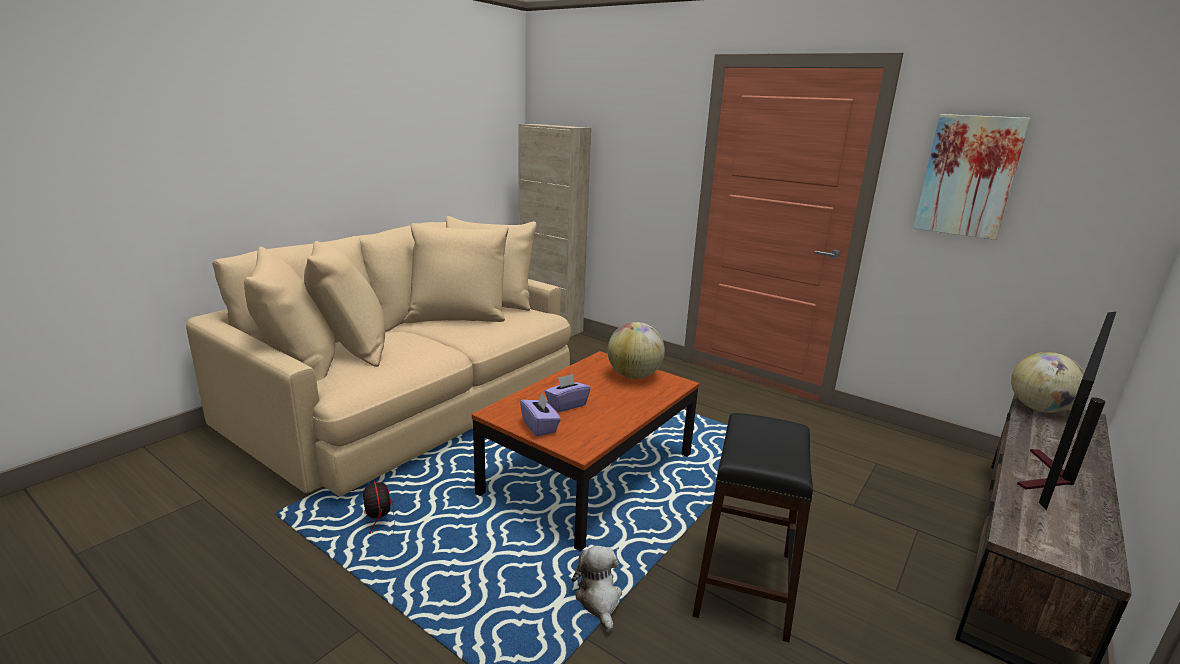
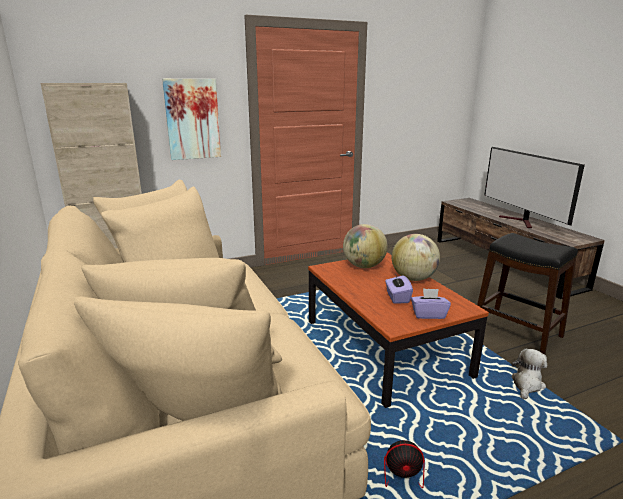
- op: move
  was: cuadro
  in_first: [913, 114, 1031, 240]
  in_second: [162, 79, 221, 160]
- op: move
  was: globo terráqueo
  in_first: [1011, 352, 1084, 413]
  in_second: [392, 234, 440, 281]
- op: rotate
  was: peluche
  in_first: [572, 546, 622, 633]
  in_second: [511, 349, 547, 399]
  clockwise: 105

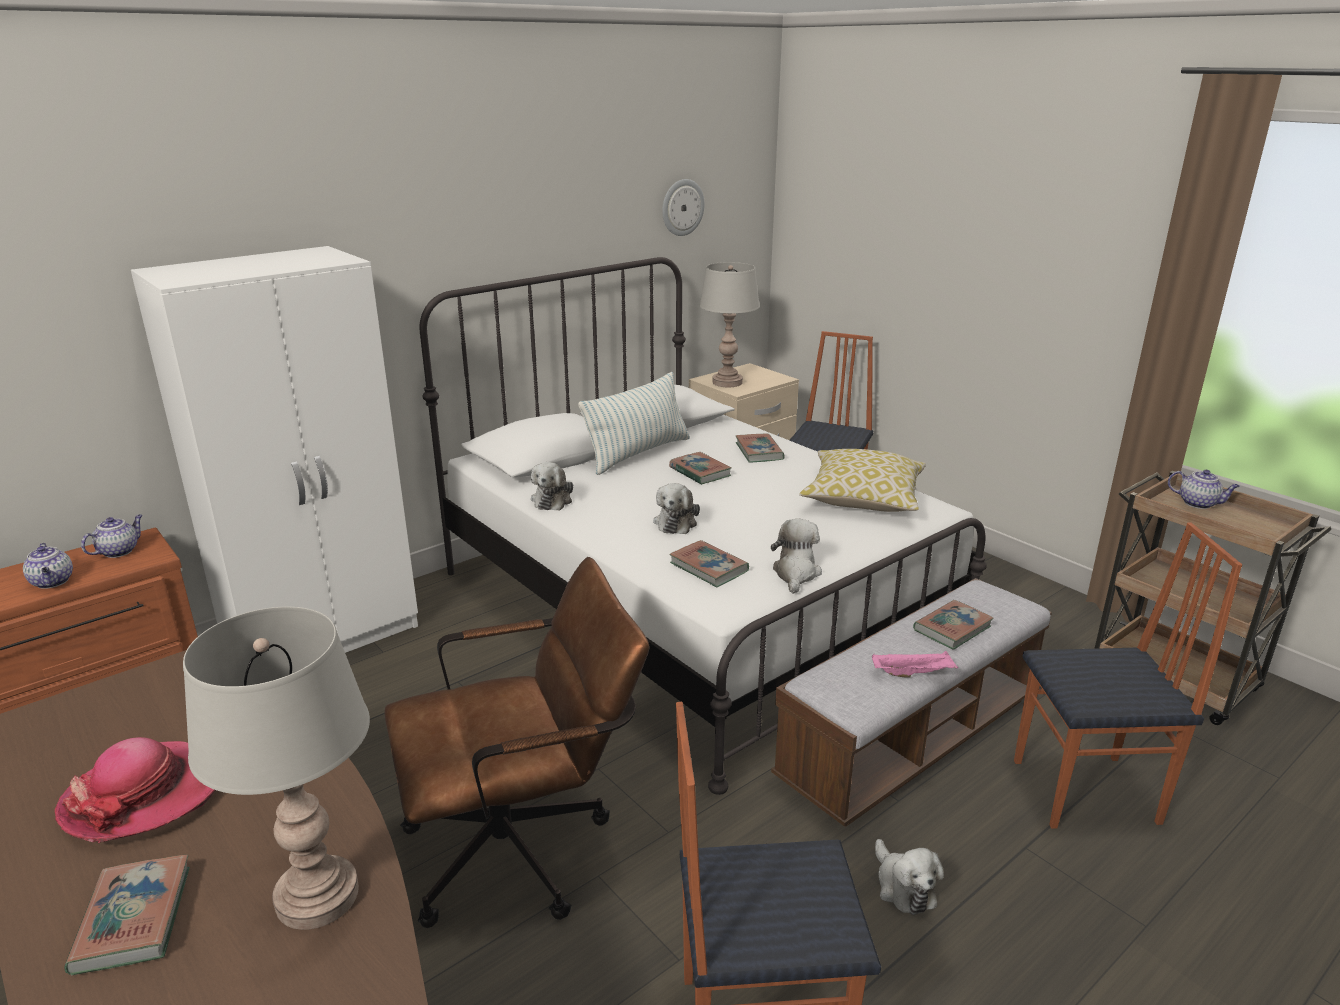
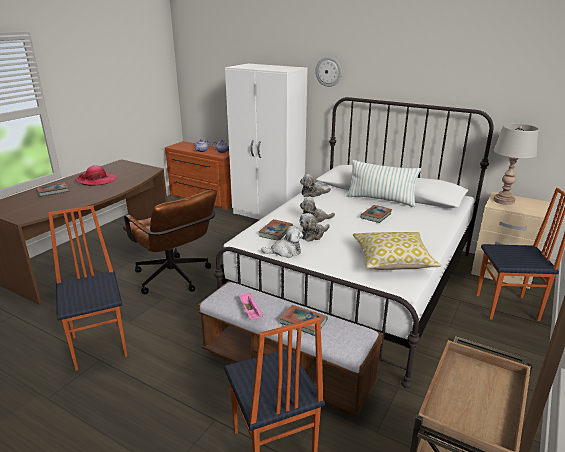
- op: move
  was: reloj de pared
  in_first: [662, 179, 705, 236]
  in_second: [315, 57, 342, 87]
- op: delete
  was: libro
  in_first: [736, 434, 785, 462]
- op: delete
  was: tetera
  in_first: [1168, 470, 1240, 509]
- op: delete
  was: lámpara de mesa [gris]
  in_first: [183, 607, 370, 930]
- op: move
  was: peluche
  in_first: [875, 839, 944, 915]
  in_second: [299, 213, 330, 242]

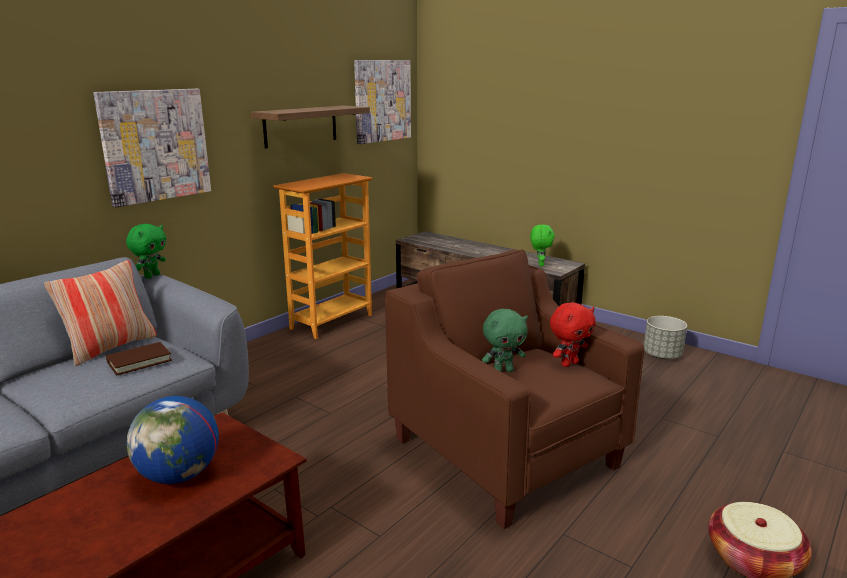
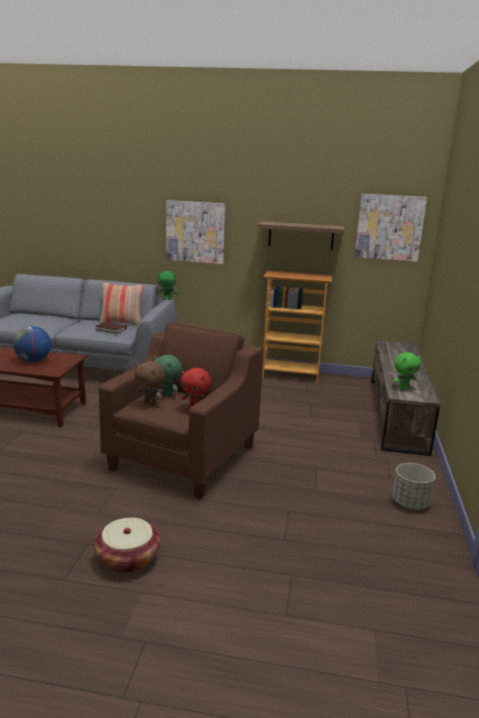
- op: insert
  now: peluche [marrón]
  in_second: [134, 361, 165, 406]

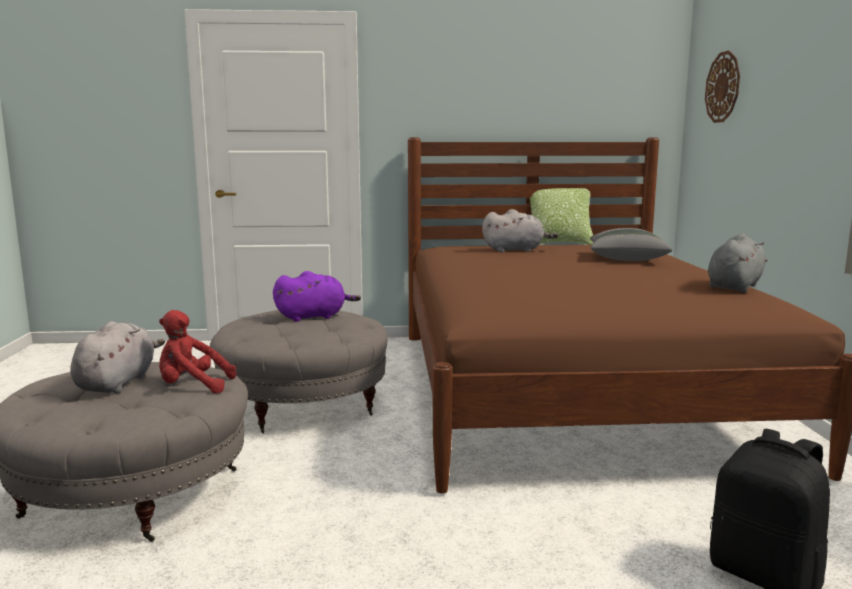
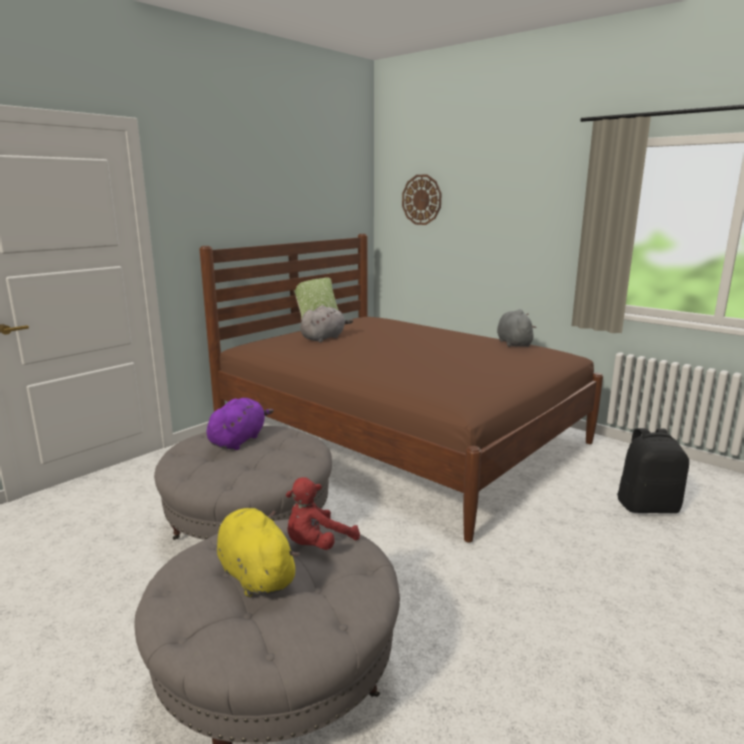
- op: delete
  was: cojín [gris]
  in_first: [590, 228, 672, 261]
- op: recolor
  was: peluche [gris]
  now: peluche [amarillo]
  in_first: [70, 321, 165, 393]
  in_second: [217, 508, 300, 597]

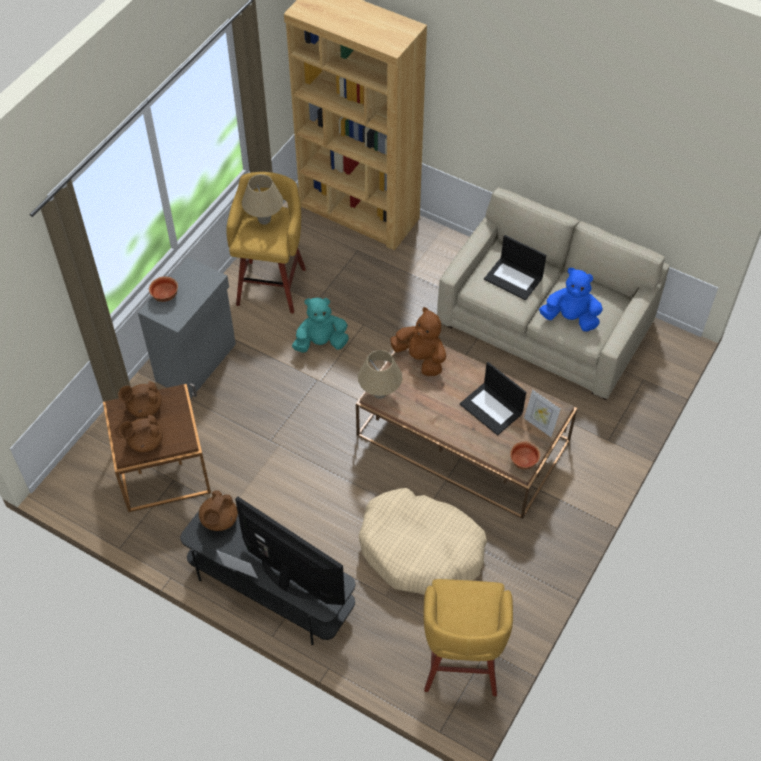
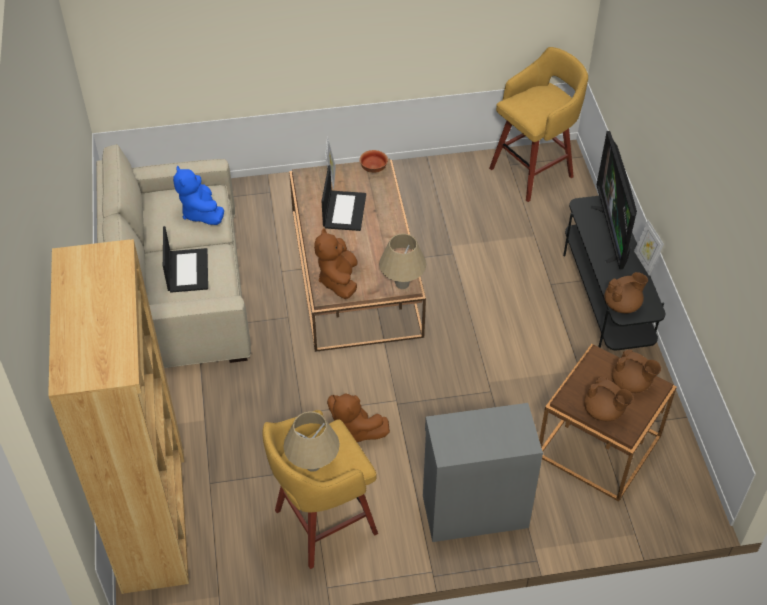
- op: delete
  was: cuenco
  in_first: [149, 277, 178, 302]
- op: recolor
  was: peluche [turquesa]
  now: peluche [marrón]
  in_first: [292, 298, 349, 353]
  in_second: [327, 393, 390, 442]
- op: delete
  was: cama para perro [beis]
  in_first: [358, 488, 487, 595]

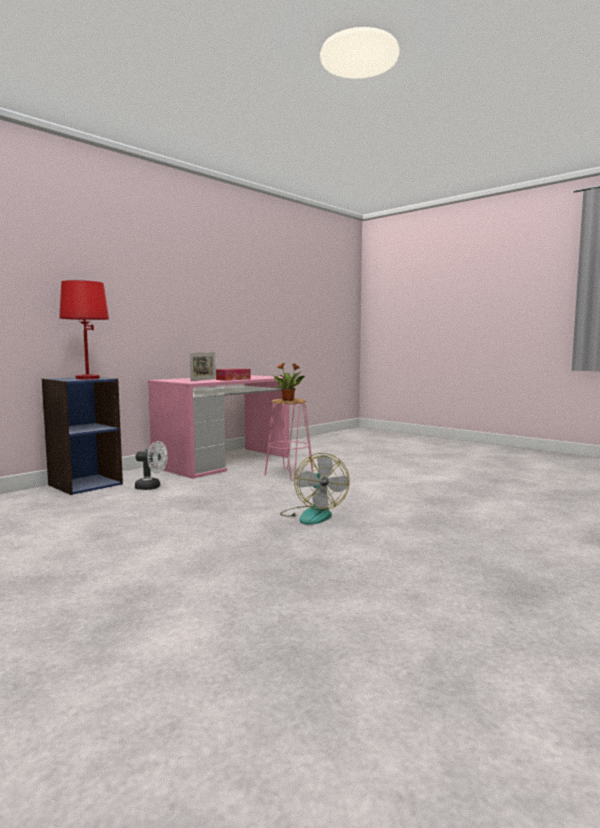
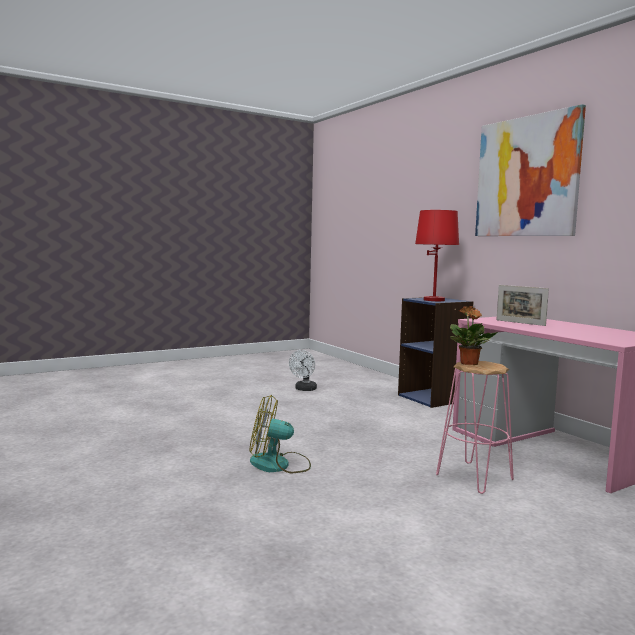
- op: delete
  was: caja de pañuelos
  in_first: [216, 368, 251, 381]
- op: move
  was: ventilador [blanco]
  in_first: [135, 441, 168, 490]
  in_second: [289, 350, 317, 391]
- op: insert
  now: cuadro
  in_second: [475, 104, 586, 236]

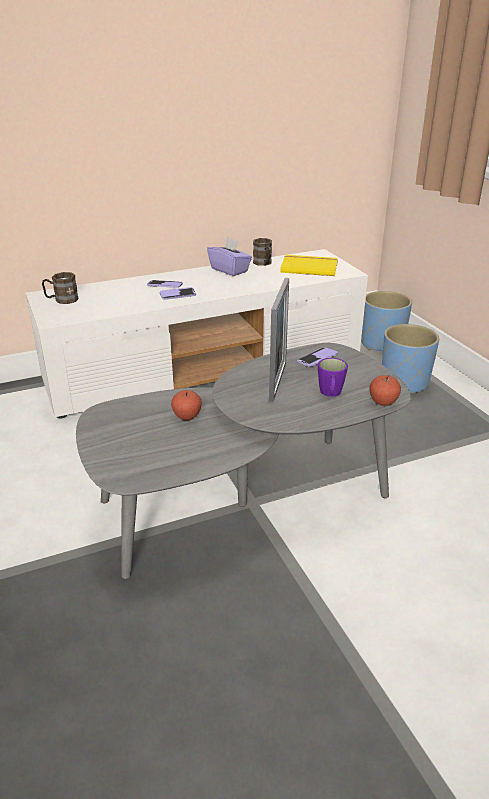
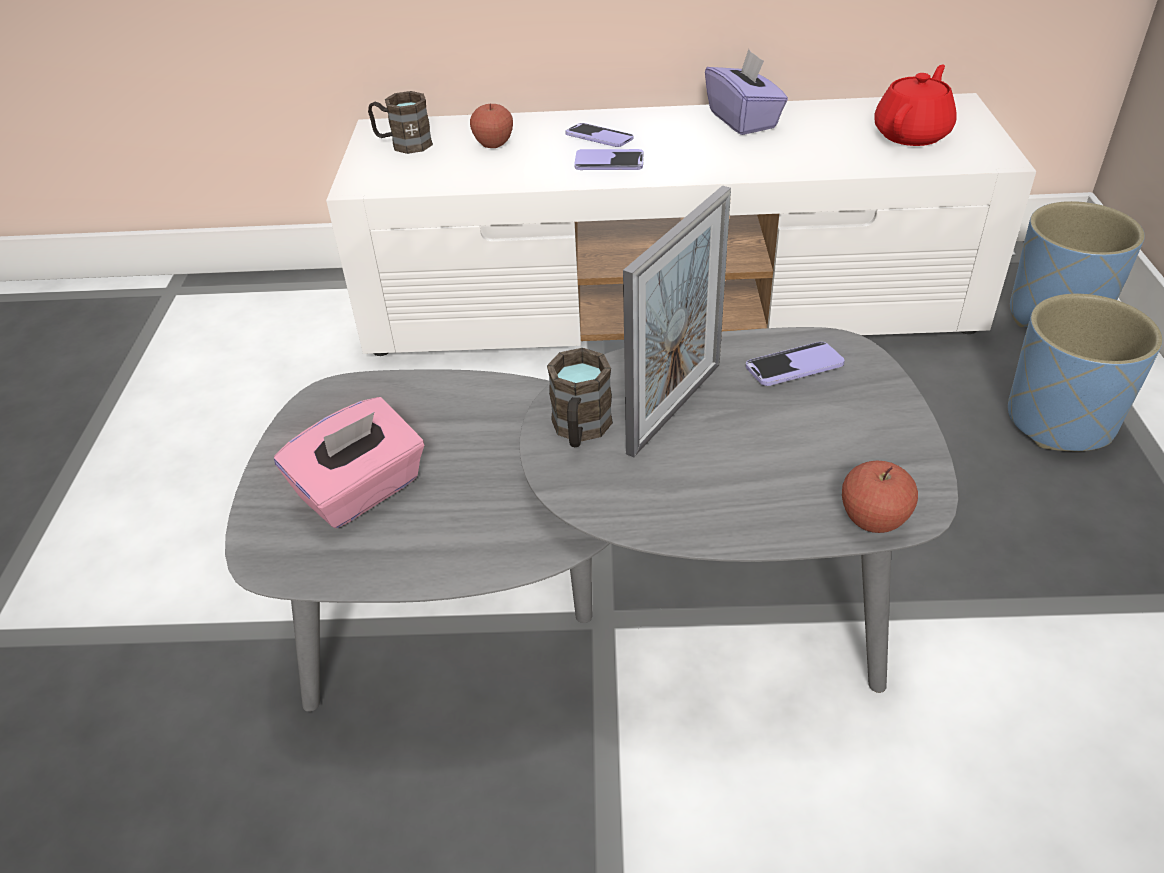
- op: move
  was: taza grande [marrón]
  in_first: [253, 238, 272, 266]
  in_second: [547, 348, 613, 447]
- op: replace
  was: libro [amarillo]
  now: tetera [rojo]
  in_first: [280, 255, 338, 276]
  in_second: [874, 65, 957, 146]
- op: delete
  was: taza grande [morado]
  in_first: [318, 358, 348, 397]
- op: move
  was: manzana
  in_first: [171, 390, 202, 420]
  in_second: [470, 104, 513, 148]
- op: insert
  now: caja de pañuelos [rosa]
  in_second: [274, 397, 424, 528]

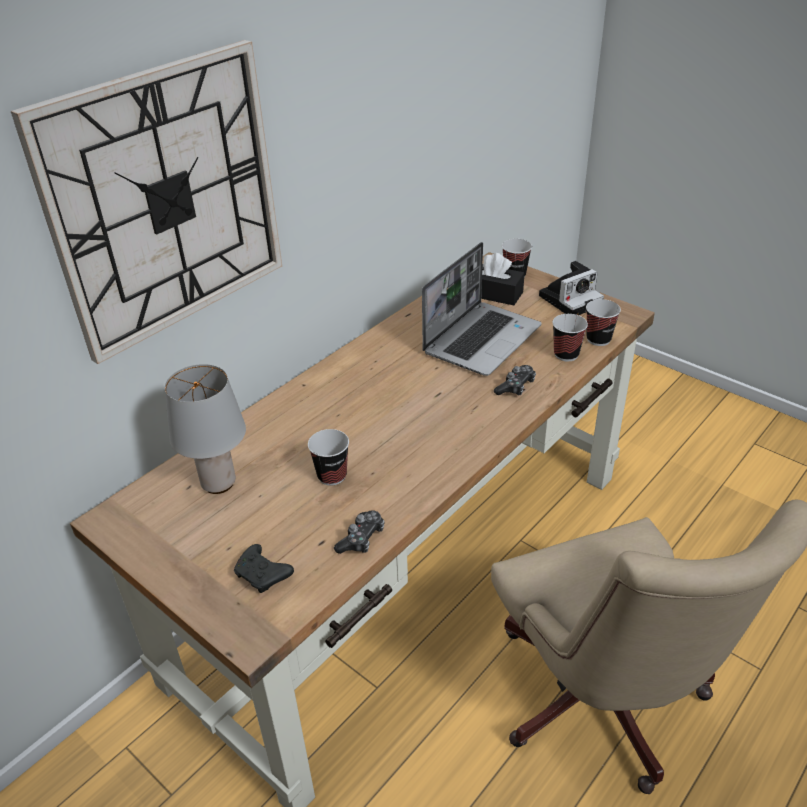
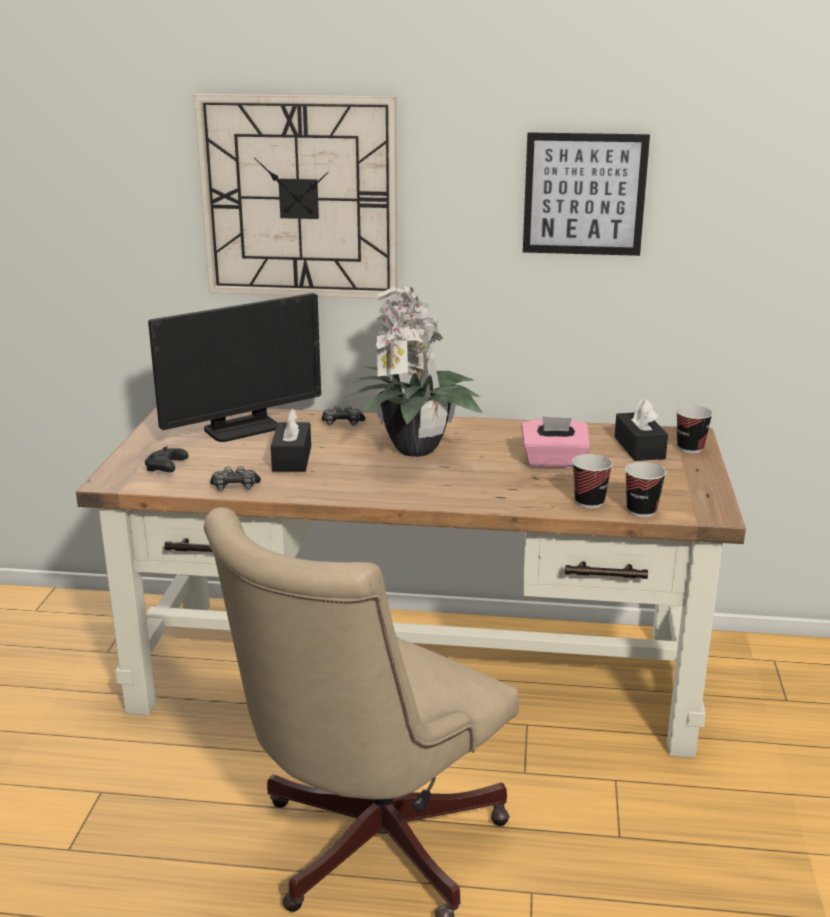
- op: replace
  was: portátil
  now: caja de pañuelos [rosa]
  in_first: [422, 242, 542, 376]
  in_second: [521, 416, 590, 468]
- op: delete
  was: cámara
  in_first: [539, 261, 604, 315]
- op: replace
  was: lámpara de mesa [gris]
  now: monitor
  in_first: [165, 364, 246, 494]
  in_second: [148, 293, 321, 442]
- op: move
  was: mando de consola
  in_first: [494, 365, 536, 396]
  in_second: [322, 405, 365, 426]
- op: replace
  was: taza
  now: caja de pañuelos [negro]
  in_first: [308, 429, 349, 486]
  in_second: [271, 409, 311, 472]
- op: insert
  now: cuadro
  in_second: [523, 132, 650, 256]
- op: insert
  now: planta en maceta
  in_second: [345, 284, 482, 457]

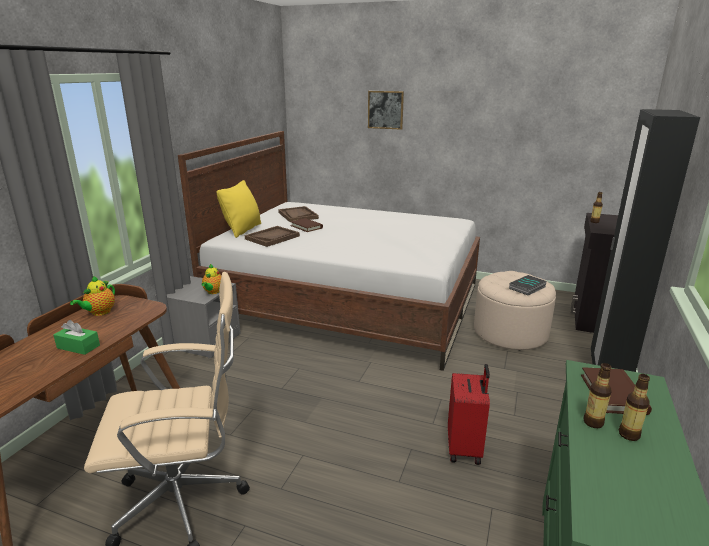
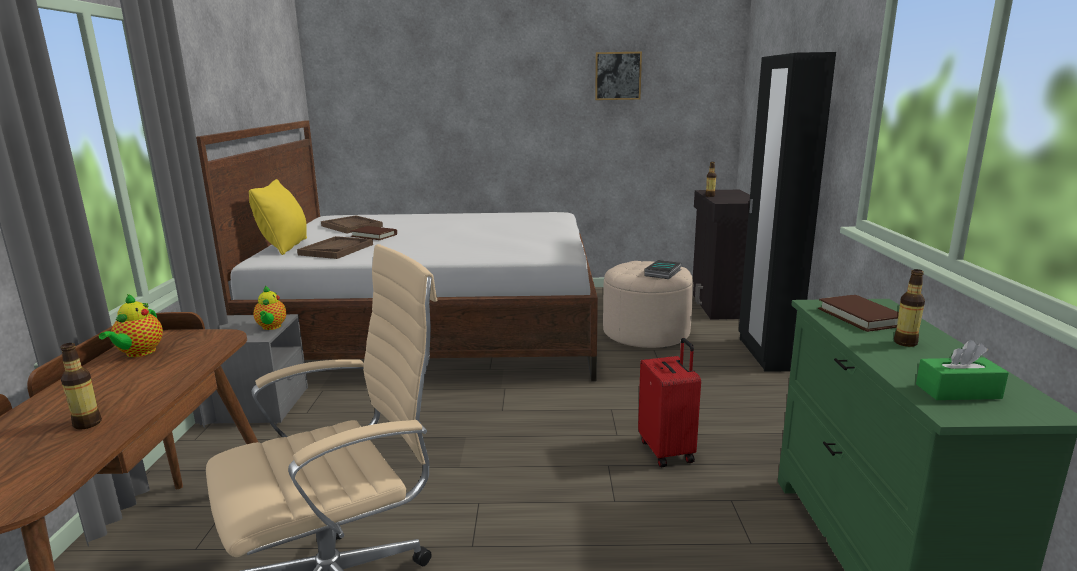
- op: move
  was: cuadro
  in_first: [368, 91, 404, 130]
  in_second: [595, 52, 642, 100]
- op: move
  was: caja de pañuelos [verde]
  in_first: [53, 320, 100, 355]
  in_second: [916, 340, 1009, 400]
- op: move
  was: botella
  in_first: [583, 363, 612, 428]
  in_second: [60, 343, 102, 430]

